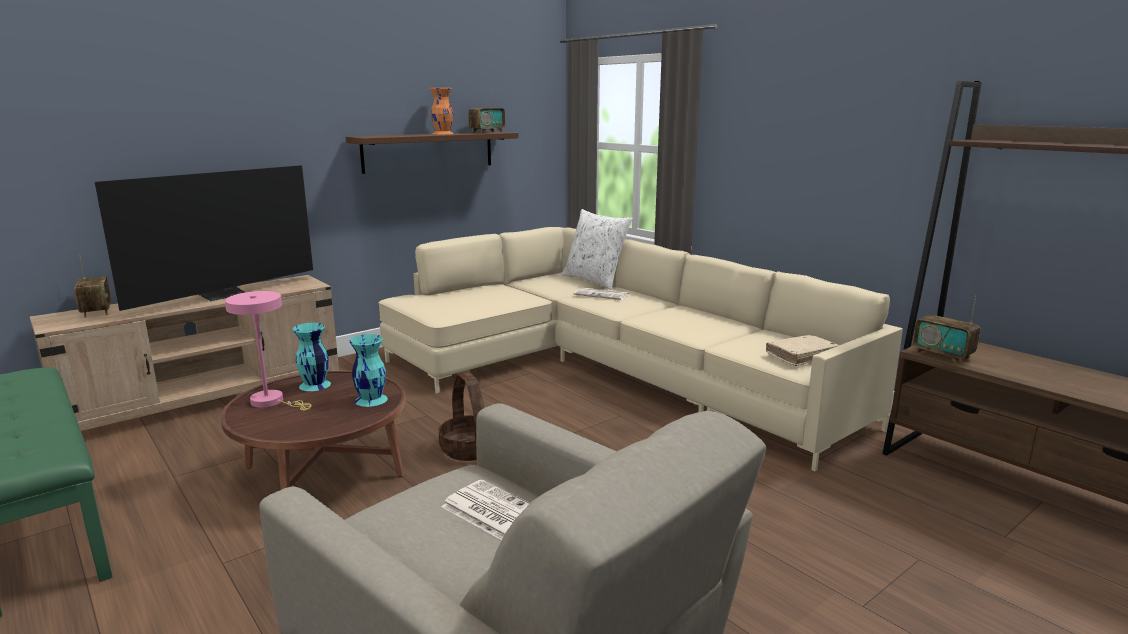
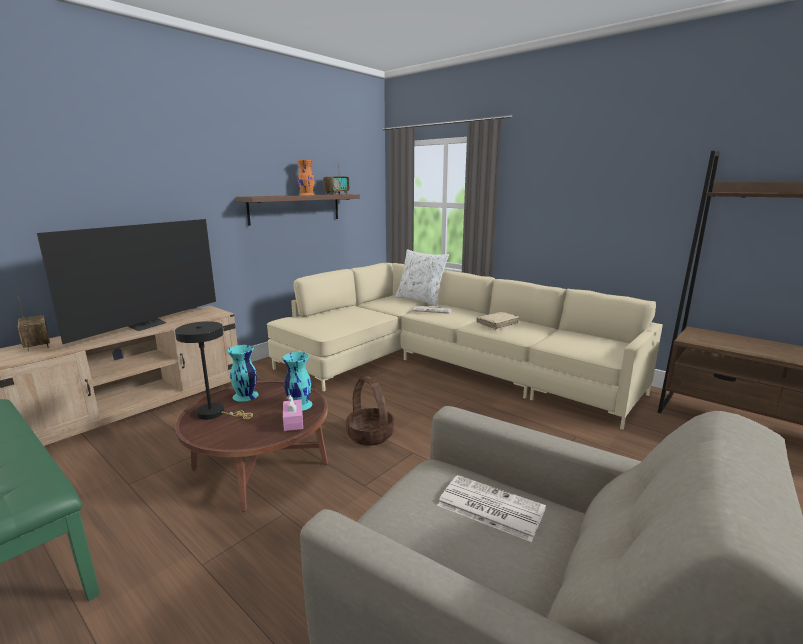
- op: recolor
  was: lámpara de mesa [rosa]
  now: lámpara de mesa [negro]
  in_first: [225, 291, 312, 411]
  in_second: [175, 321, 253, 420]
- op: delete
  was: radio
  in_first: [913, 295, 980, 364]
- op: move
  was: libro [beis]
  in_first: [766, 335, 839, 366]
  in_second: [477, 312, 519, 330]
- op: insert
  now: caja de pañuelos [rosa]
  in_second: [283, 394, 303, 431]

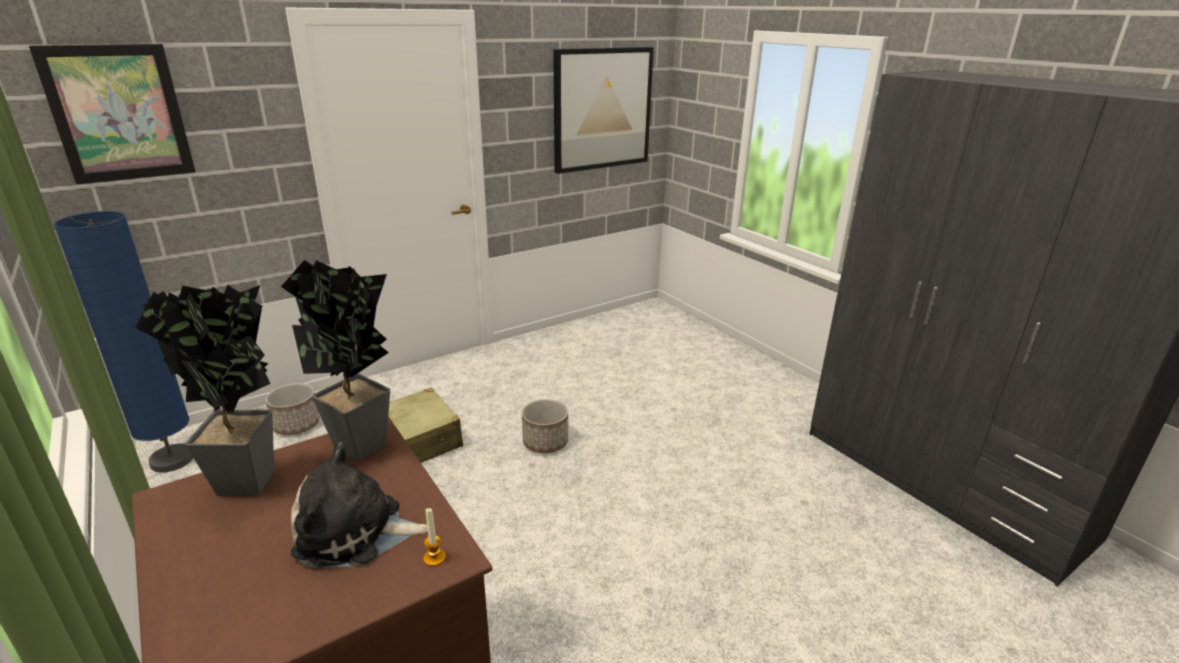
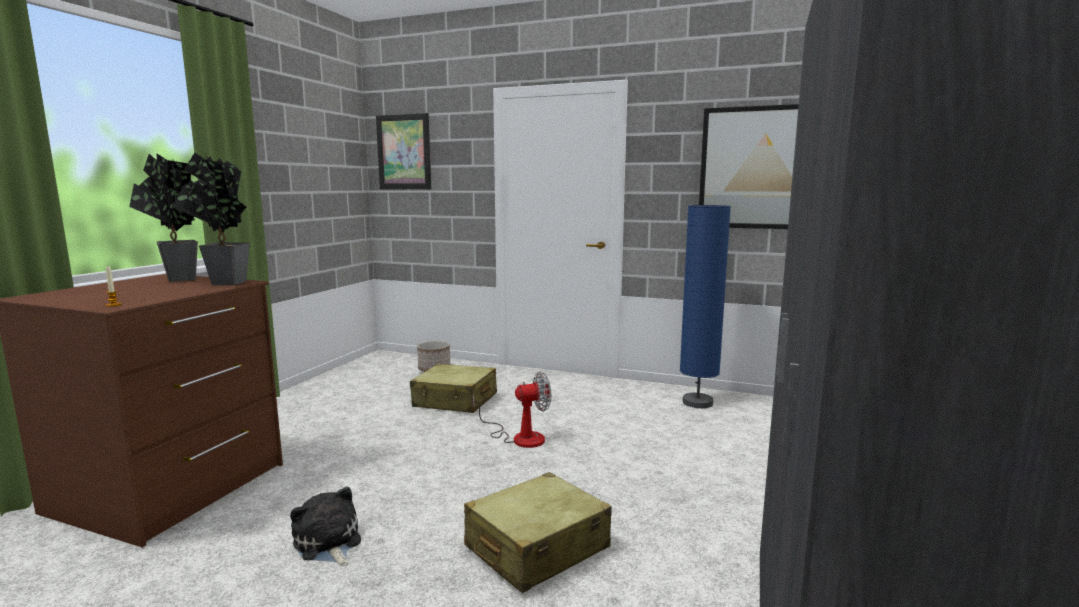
- op: move
  was: lámpara de pie [azul]
  in_first: [53, 211, 193, 472]
  in_second: [680, 205, 731, 408]
- op: replace
  was: maceta
  now: ventilador
  in_first: [522, 399, 568, 453]
  in_second: [473, 372, 551, 448]
- op: move
  was: peluche
  in_first: [291, 442, 428, 568]
  in_second: [290, 487, 361, 566]
- op: insert
  now: maleta [beis]
  in_second: [464, 472, 612, 593]

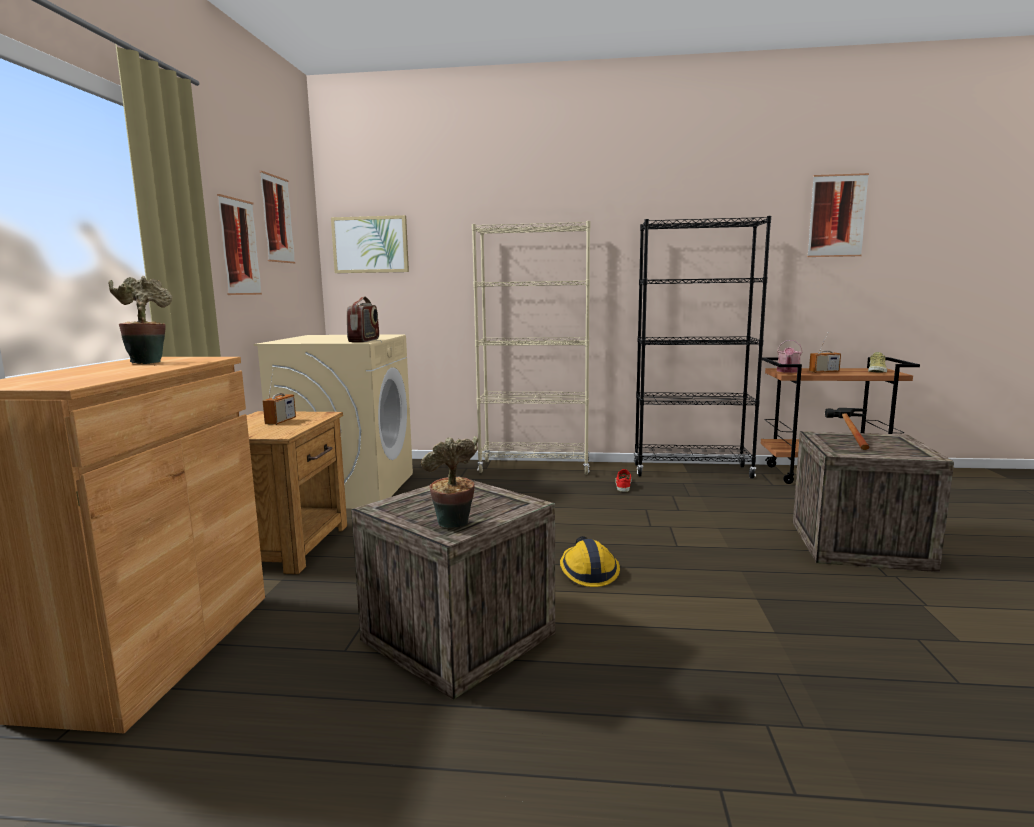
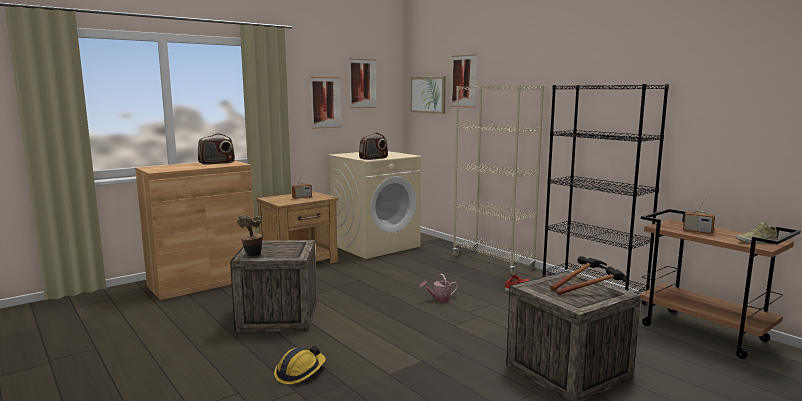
- op: move
  was: cuadro
  in_first: [807, 173, 869, 257]
  in_second: [451, 54, 477, 108]
- op: replace
  was: planta en maceta
  now: radio
  in_first: [108, 276, 172, 364]
  in_second: [198, 133, 235, 165]
- op: move
  was: regadera
  in_first: [777, 340, 803, 373]
  in_second: [420, 274, 458, 302]
- op: move
  was: casco
  in_first: [560, 536, 620, 587]
  in_second: [274, 346, 326, 384]
- op: insert
  now: martillo
  in_second: [556, 267, 627, 295]

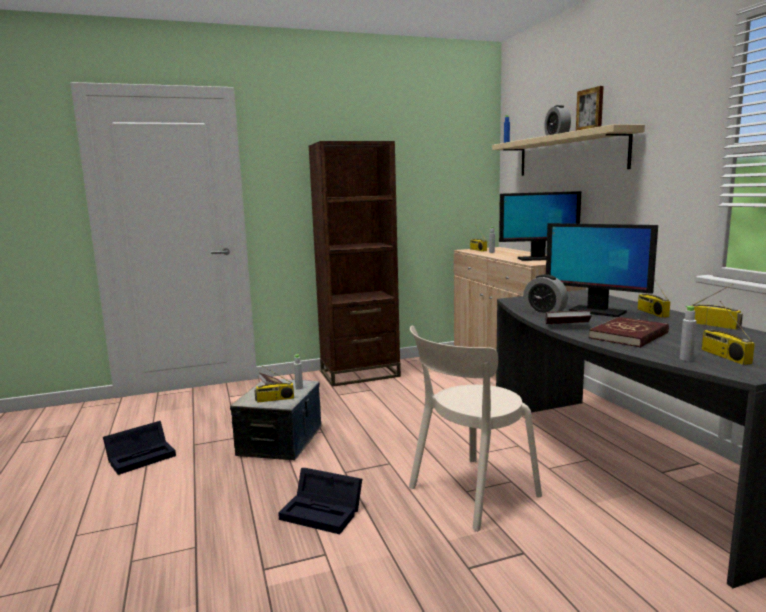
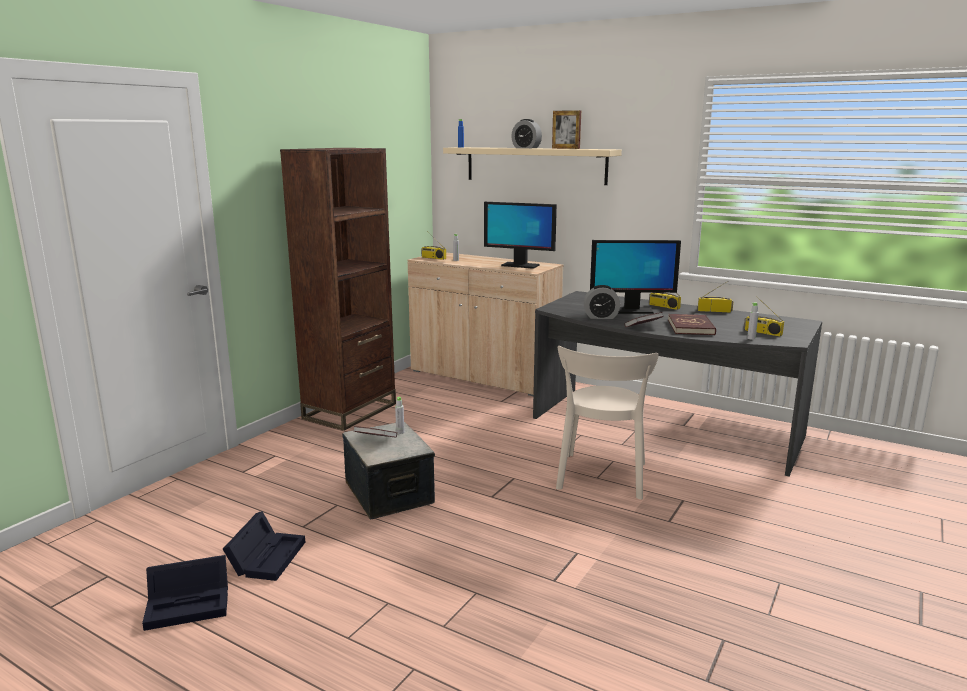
- op: rotate
  was: monitor
  in_first: [499, 191, 581, 261]
  in_second: [484, 202, 557, 269]
  clockwise: 60
- op: delete
  was: radio
  in_first: [254, 365, 294, 402]
- op: move
  was: caja de almacenaje [negro]
  in_first: [278, 468, 362, 534]
  in_second: [142, 555, 228, 631]

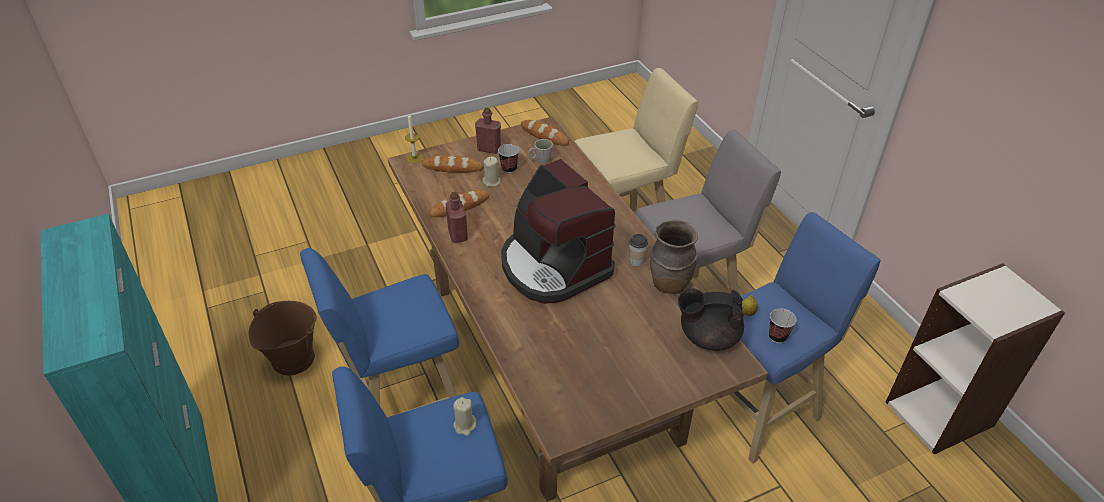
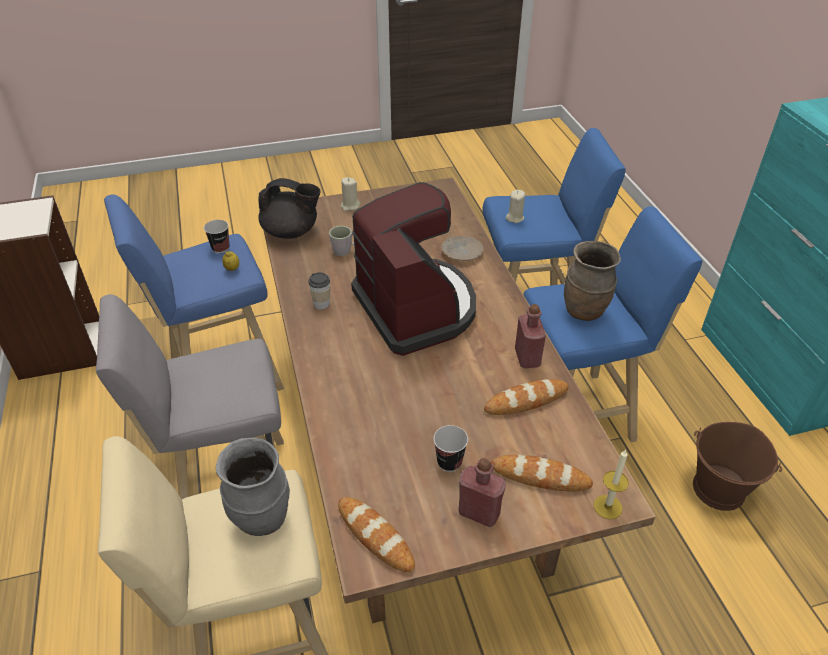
- op: move
  was: taza grande [gris]
  in_first: [528, 139, 553, 164]
  in_second: [329, 226, 354, 256]
- op: move
  was: vela [beis]
  in_first: [482, 156, 501, 187]
  in_second: [340, 177, 360, 211]
- op: move
  was: florero [marrón]
  in_first: [650, 220, 698, 294]
  in_second: [564, 241, 621, 321]
- op: insert
  now: plato [beis]
  in_second: [441, 236, 484, 261]
- op: insert
  now: florero [gris]
  in_second: [216, 438, 290, 536]

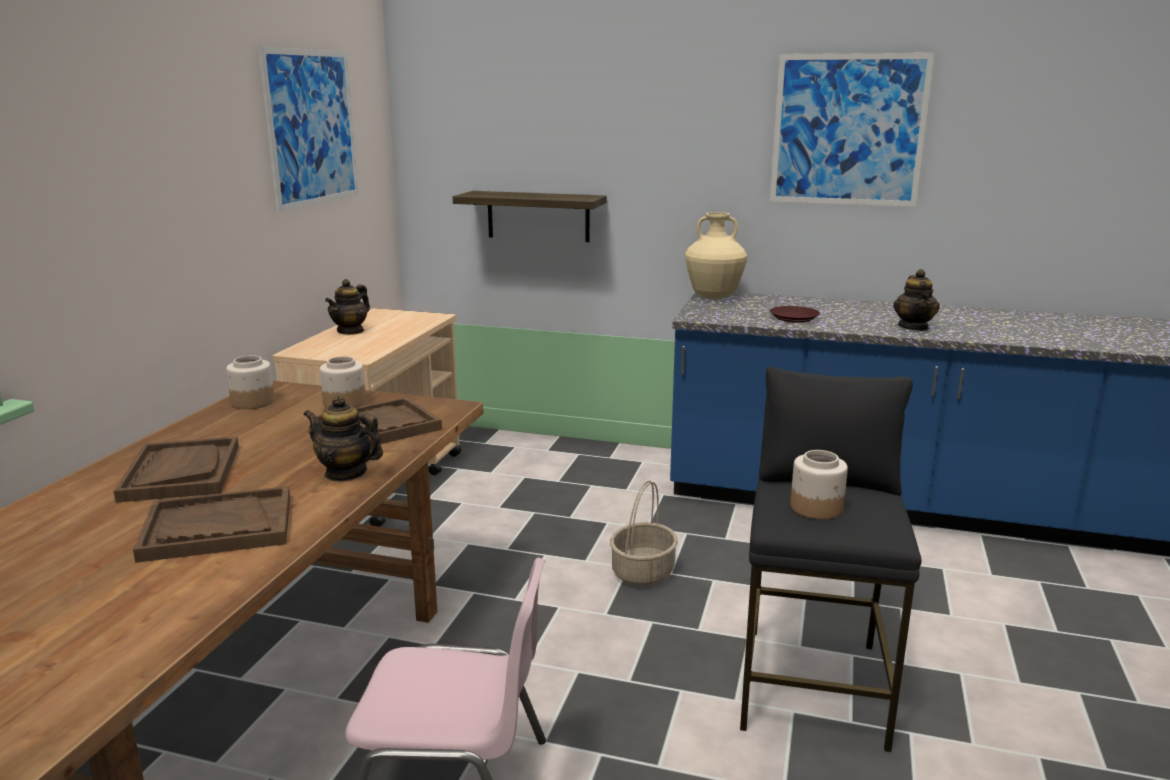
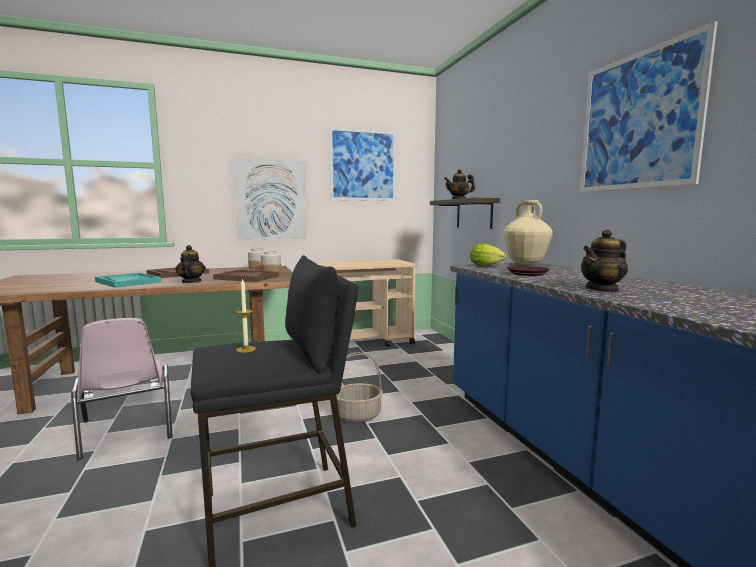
- op: move
  was: tetera
  in_first: [325, 279, 370, 335]
  in_second: [444, 169, 475, 199]
- op: replace
  was: tarro
  now: vela
  in_first: [790, 450, 848, 519]
  in_second: [236, 278, 256, 353]
- op: recolor
  was: bandeja [marrón]
  now: bandeja [turquesa]
  in_first: [133, 486, 290, 563]
  in_second: [95, 273, 161, 288]
- op: insert
  now: cuadro
  in_second: [234, 158, 306, 240]
- op: insert
  now: lechuga
  in_second: [470, 244, 506, 266]

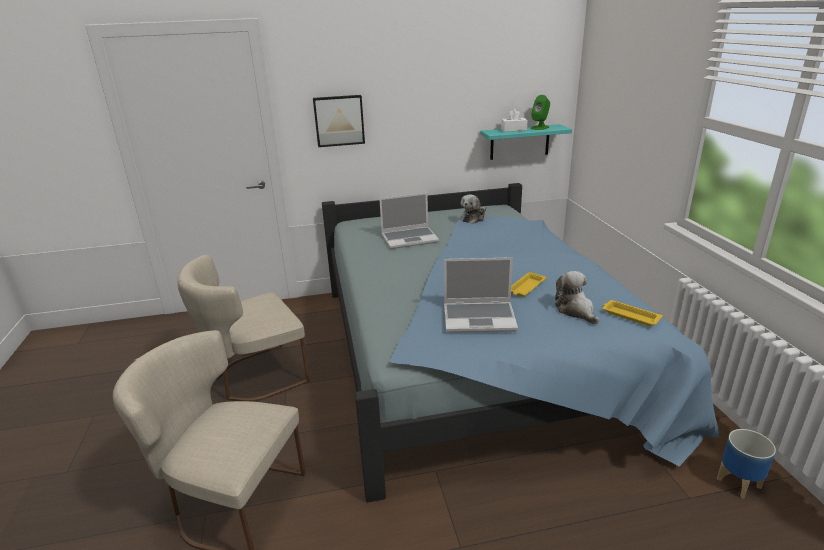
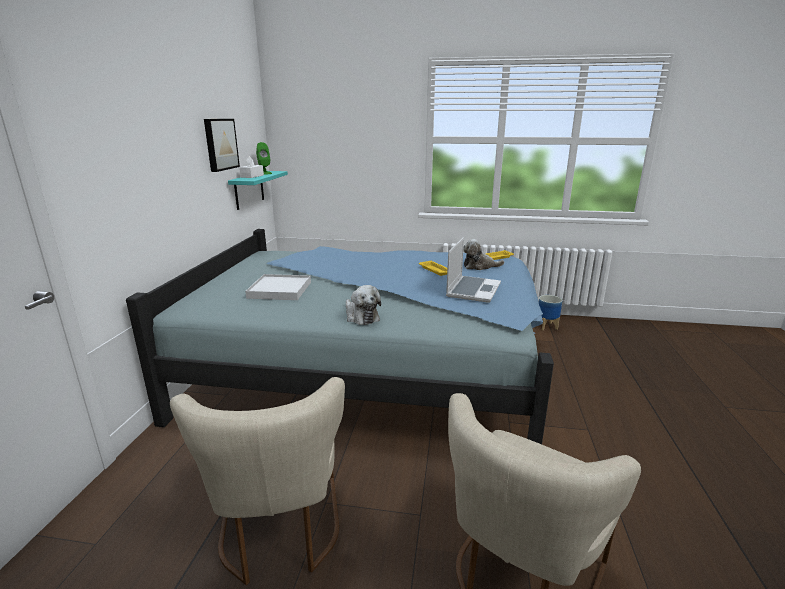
- op: move
  was: cuadro
  in_first: [313, 95, 365, 147]
  in_second: [204, 119, 240, 172]
- op: replace
  was: portátil
  now: bandeja [blanco]
  in_first: [379, 193, 439, 249]
  in_second: [245, 274, 311, 300]
- op: move
  was: peluche
  in_first: [461, 194, 486, 224]
  in_second: [346, 285, 381, 325]

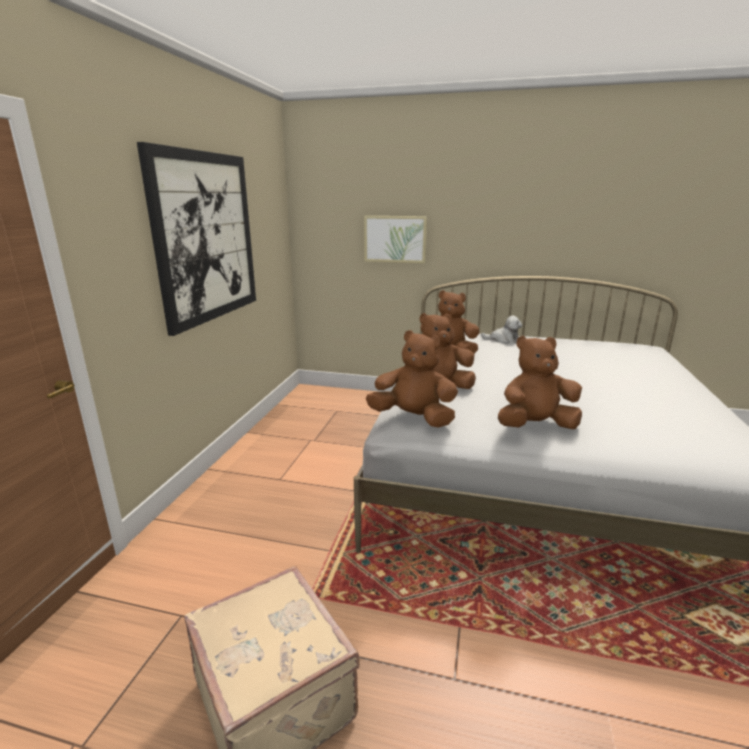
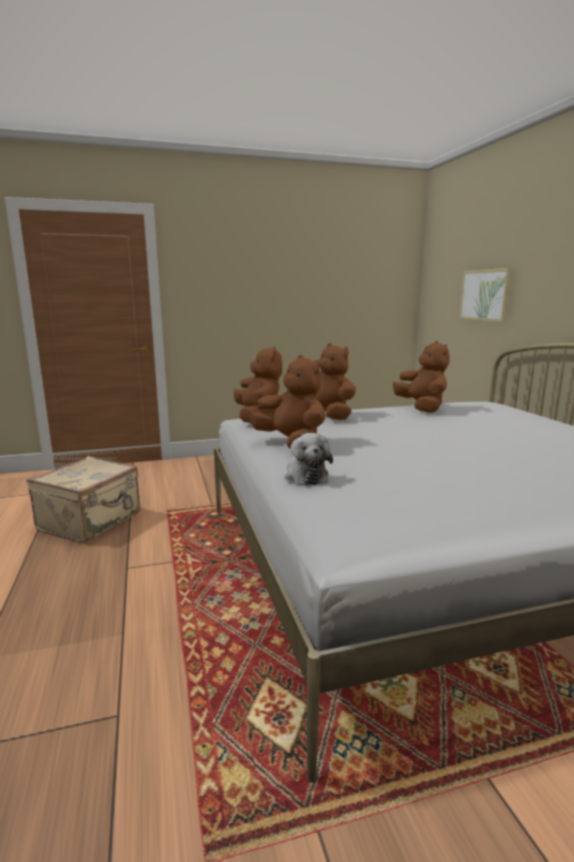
- op: delete
  was: cuadro
  in_first: [137, 142, 256, 336]
- op: move
  was: peluche
  in_first: [481, 316, 522, 344]
  in_second: [285, 433, 333, 486]

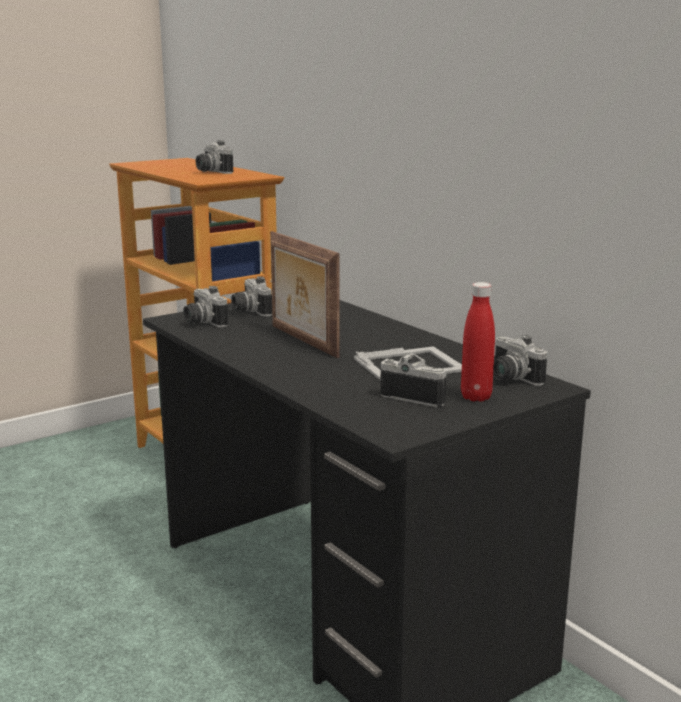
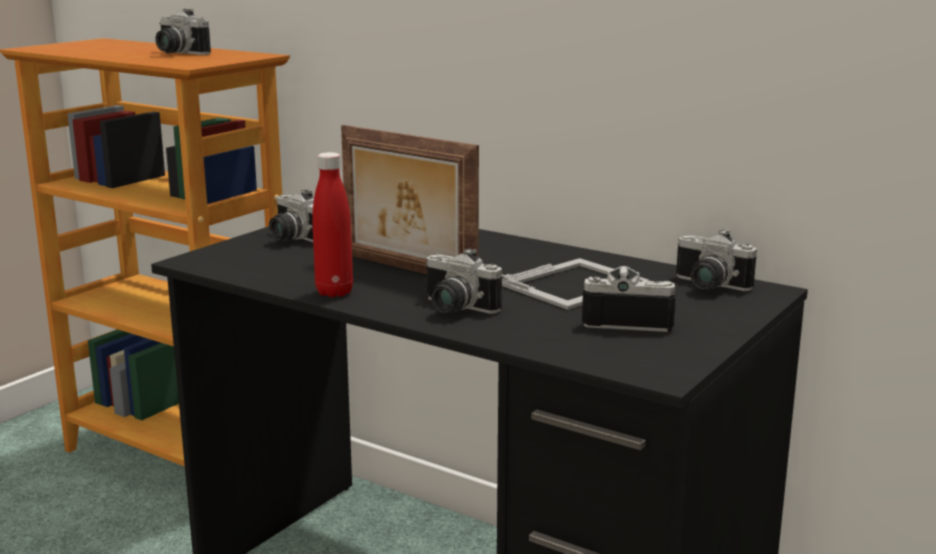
- op: move
  was: botella [rojo]
  in_first: [461, 282, 495, 402]
  in_second: [312, 152, 353, 297]
- op: move
  was: cámara
  in_first: [183, 286, 228, 327]
  in_second: [425, 248, 502, 314]

